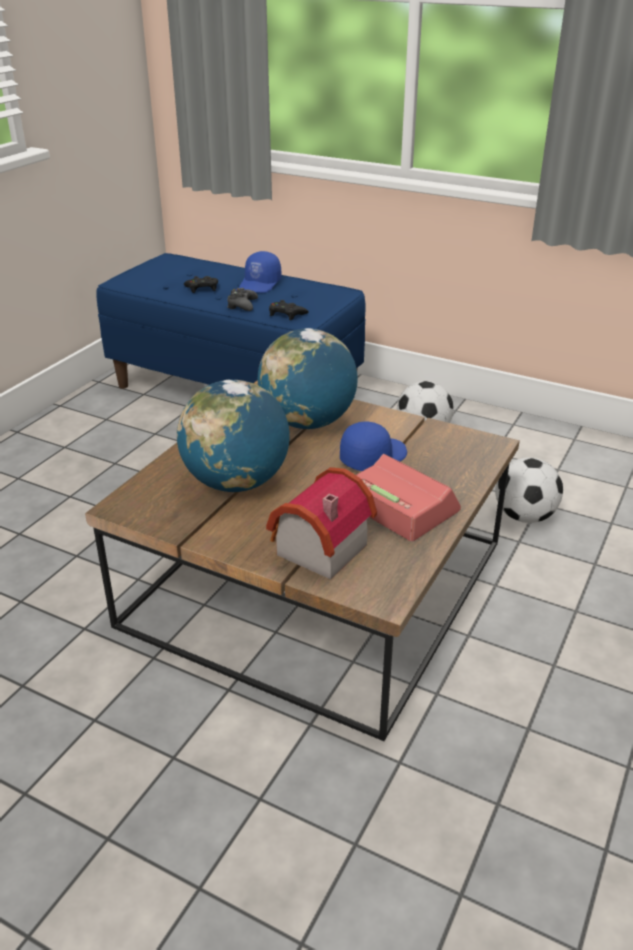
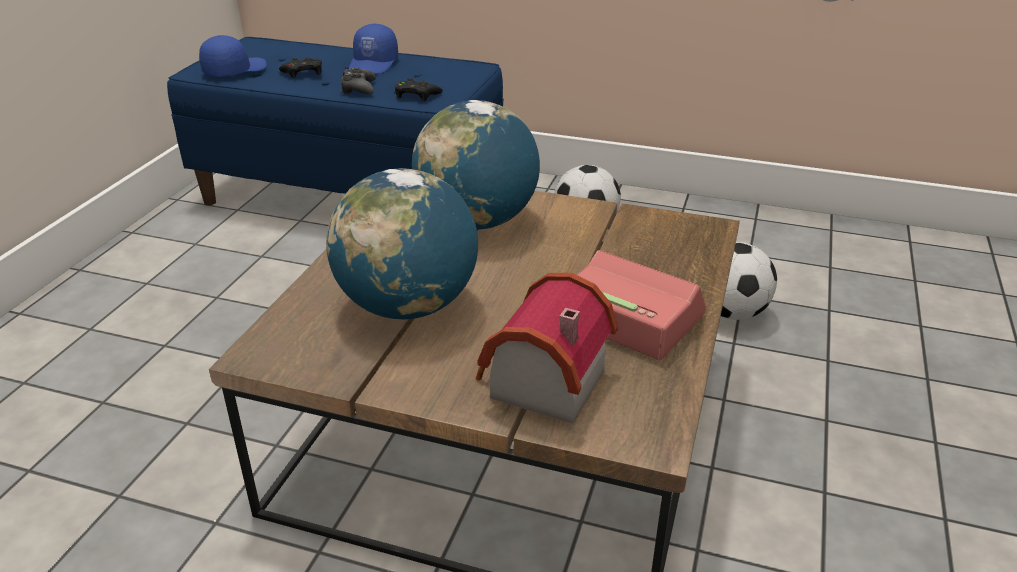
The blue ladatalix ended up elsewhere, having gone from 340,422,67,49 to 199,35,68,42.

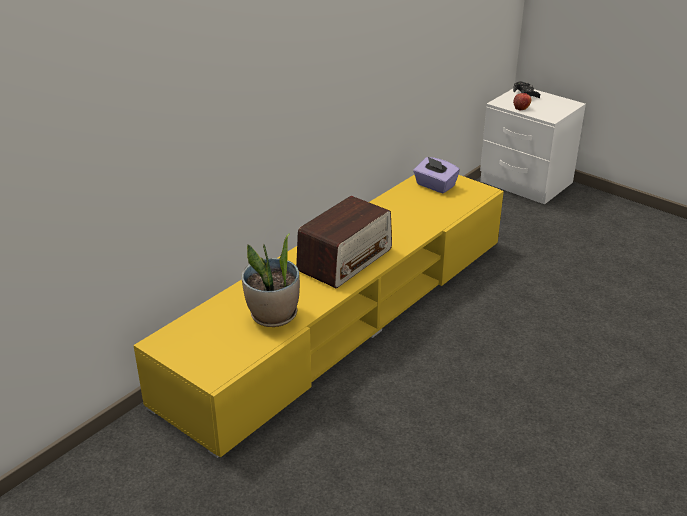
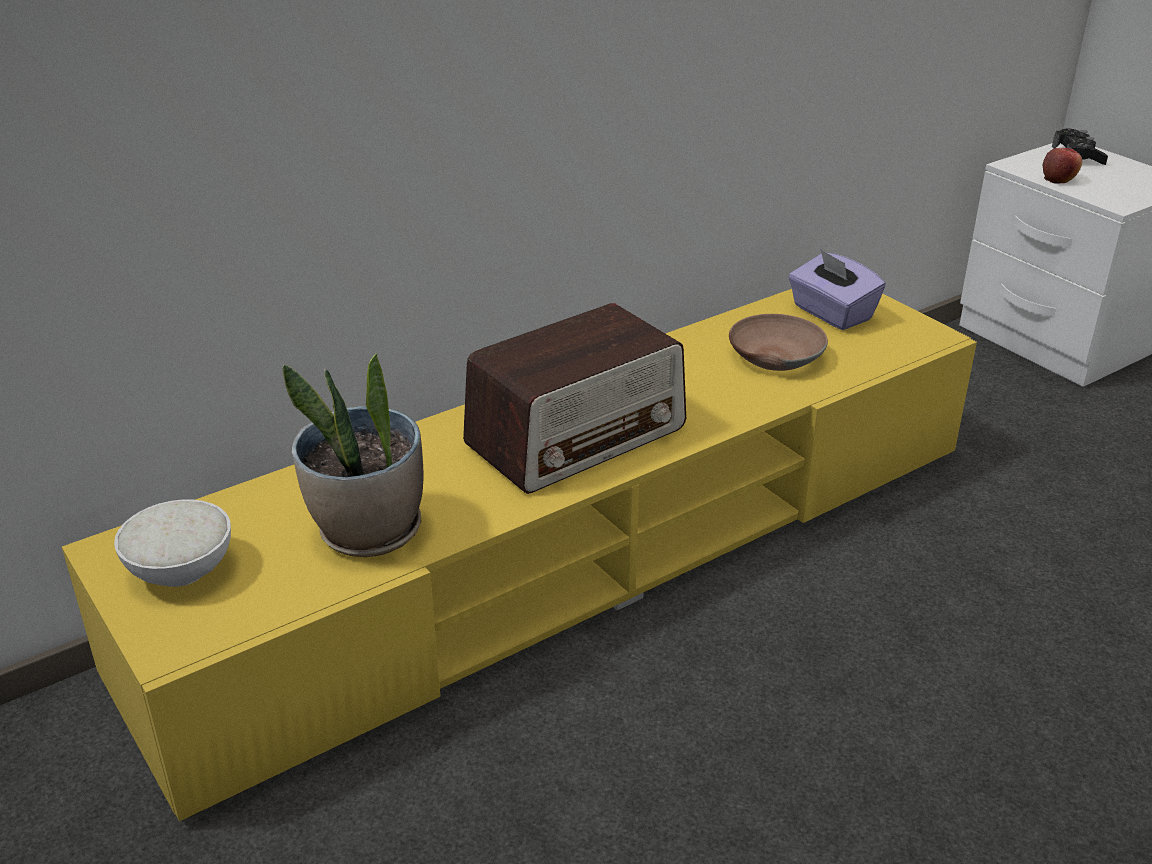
The second view gained the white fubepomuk at 114,500,117,87.
The second view gained the brown fubepomuk at 729,314,99,57.

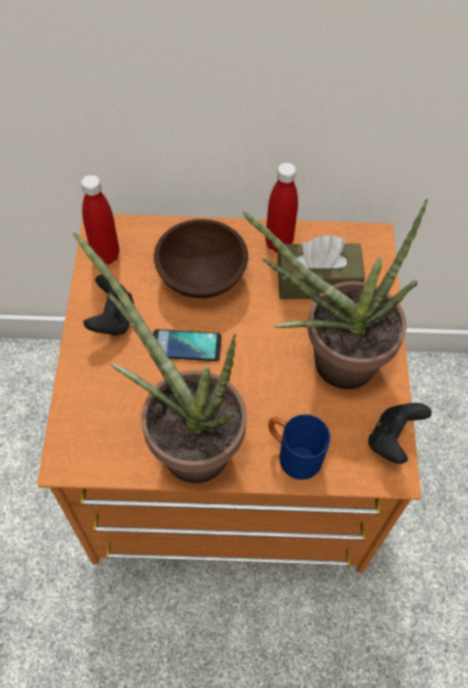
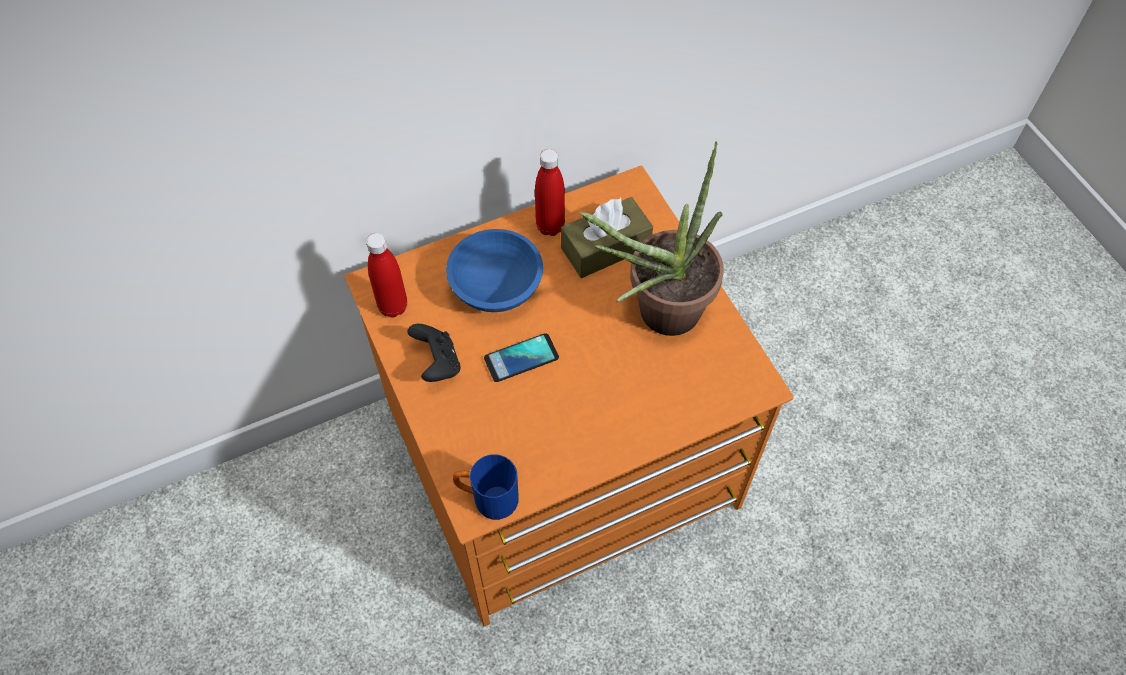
The second view lost the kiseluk at 73,232,174,251.
The second view lost the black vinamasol at 368,403,64,61.
The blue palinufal ended up elsewhere, having gone from 268,414,63,66 to 453,455,66,65.
What was the brown fubepomuk at 154,219,94,79 turned into the blue fubepomuk at 446,229,97,83.

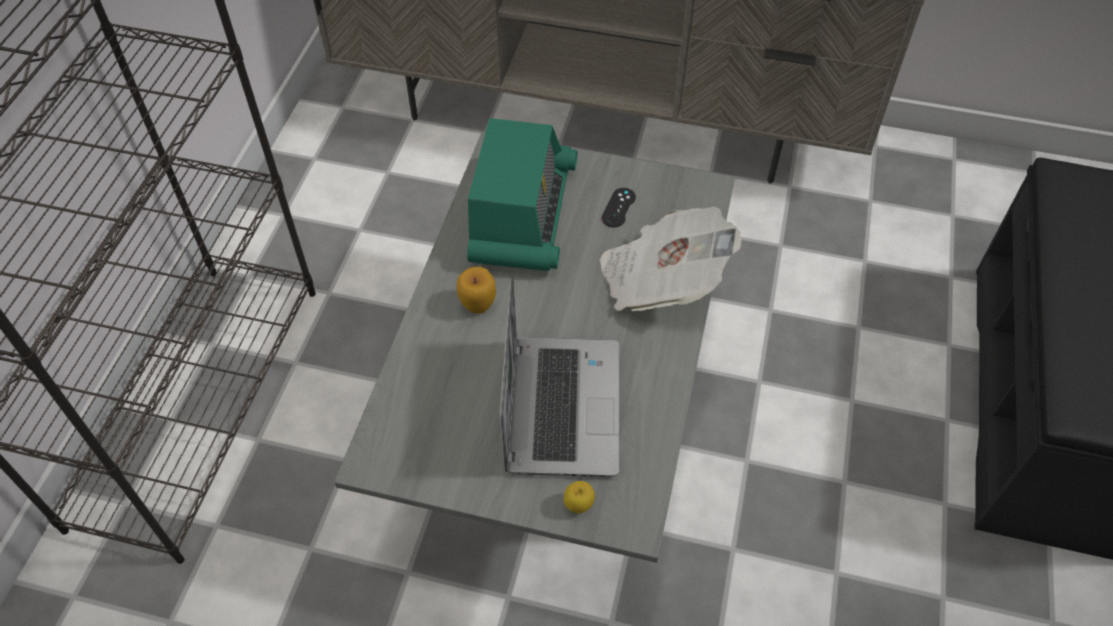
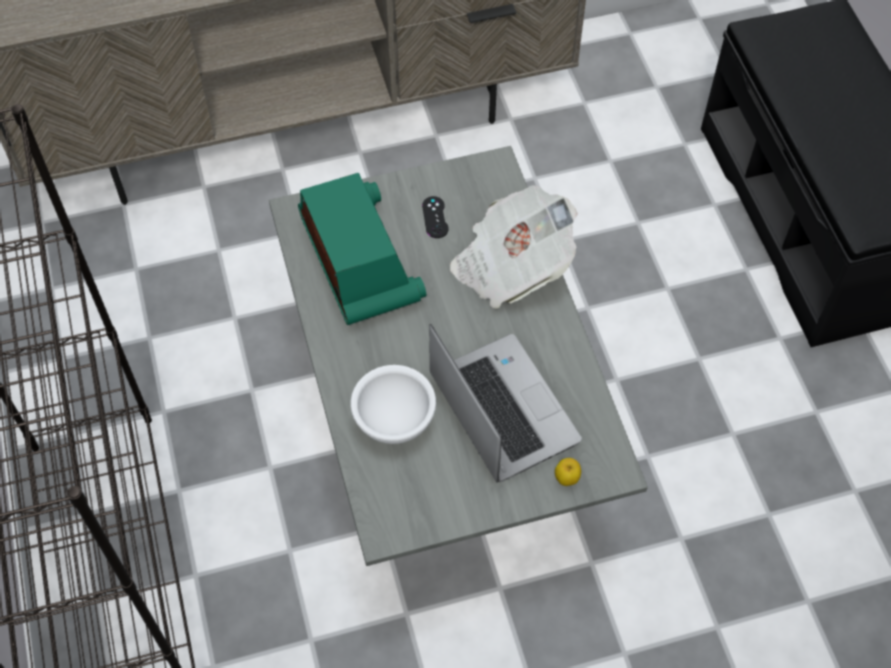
The second view lost the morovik at 457,267,39,47.
The second view gained the white fubepomuk at 351,365,85,79.

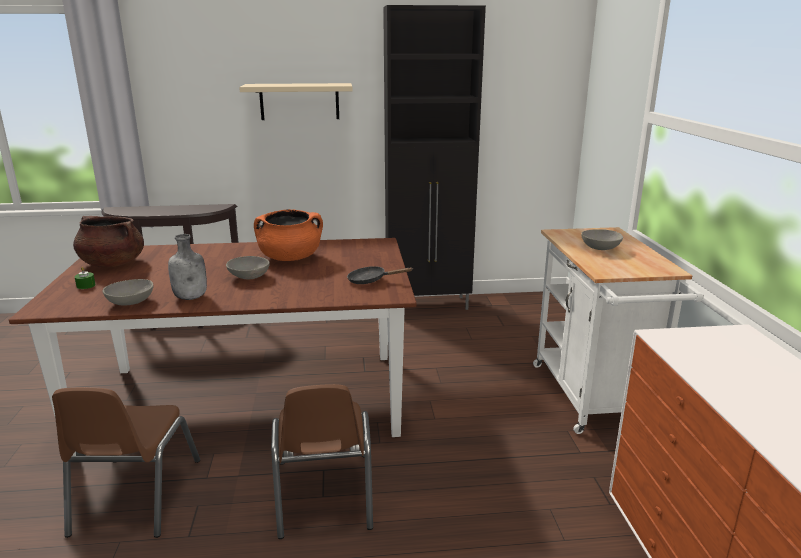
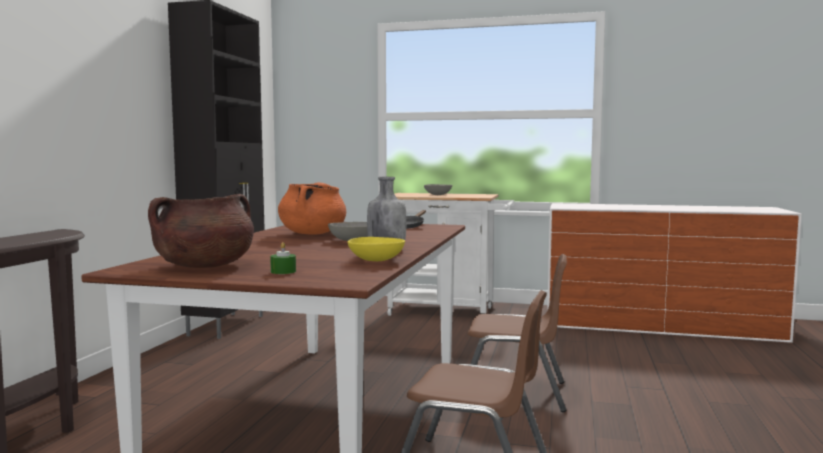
The second view lost the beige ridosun at 239,83,114,37.
What was the grey fubepomuk at 102,279,52,26 turned into the yellow fubepomuk at 348,237,57,24.

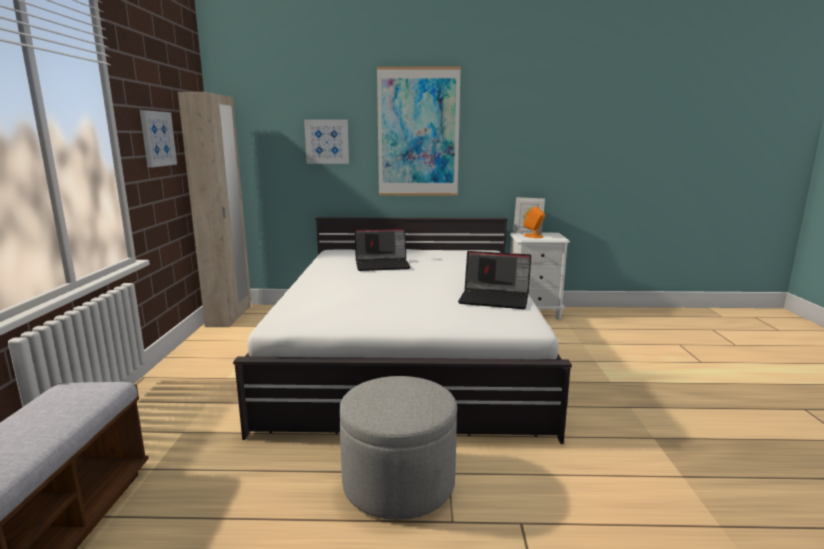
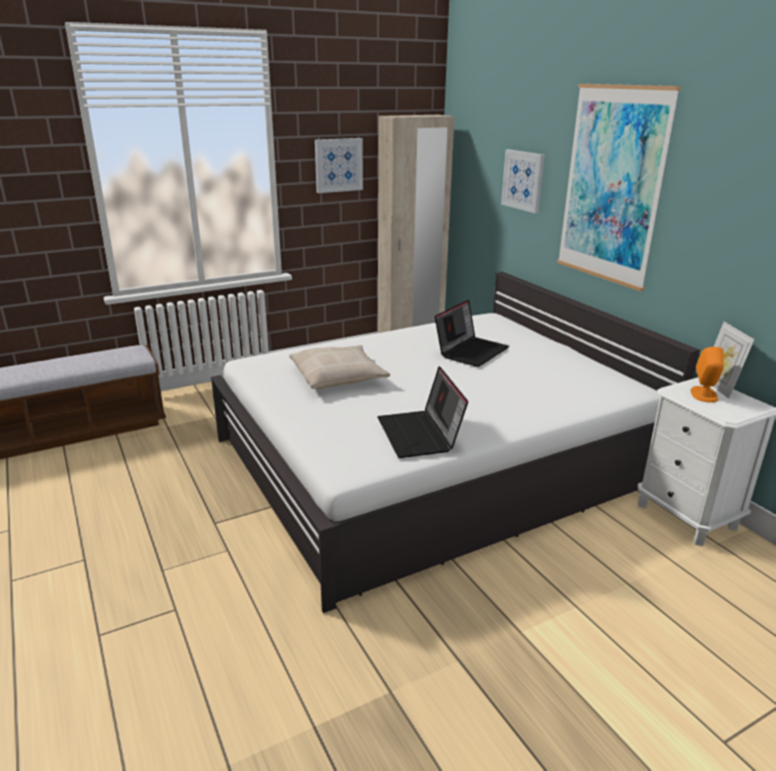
The second view lost the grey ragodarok at 339,376,118,144.
The second view gained the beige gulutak at 289,345,101,44.
The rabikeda at 355,228,56,43 ended up facing another way, 105 degrees counterclockwise from before.

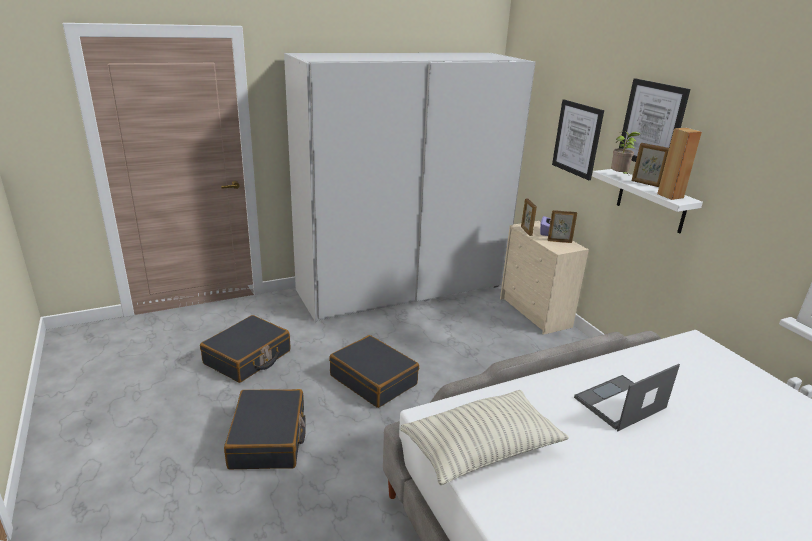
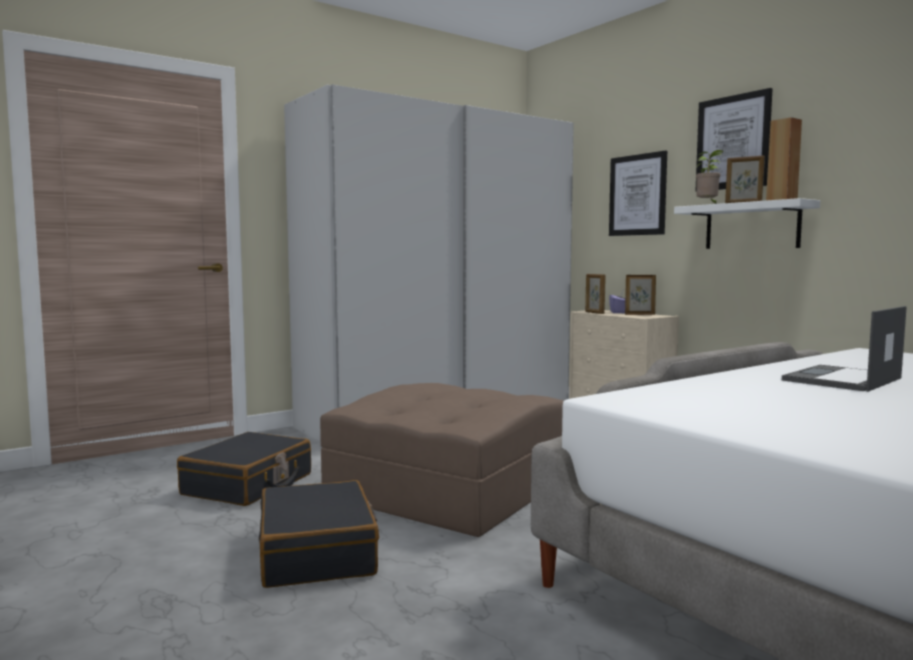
The second view lost the gulutak at 400,390,169,95.
Where the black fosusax stood at 329,335,90,73, the brown ragodarok came to stand at 320,383,244,154.

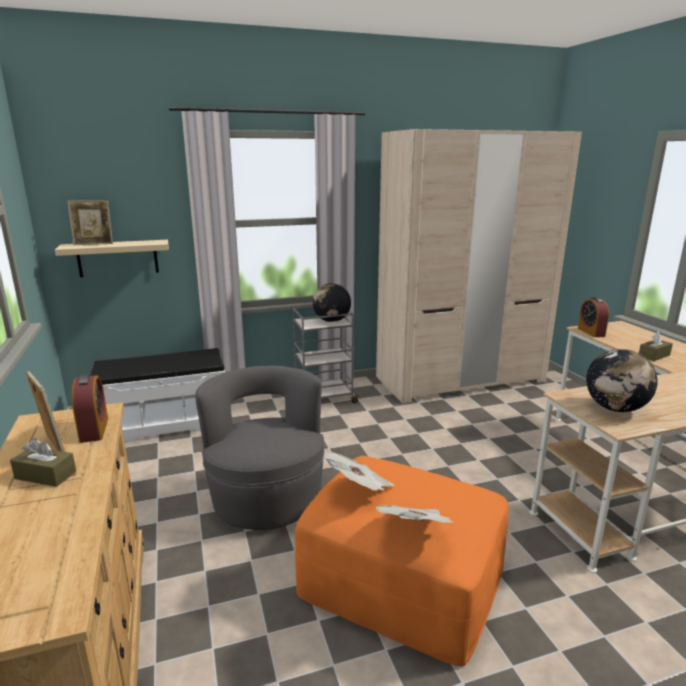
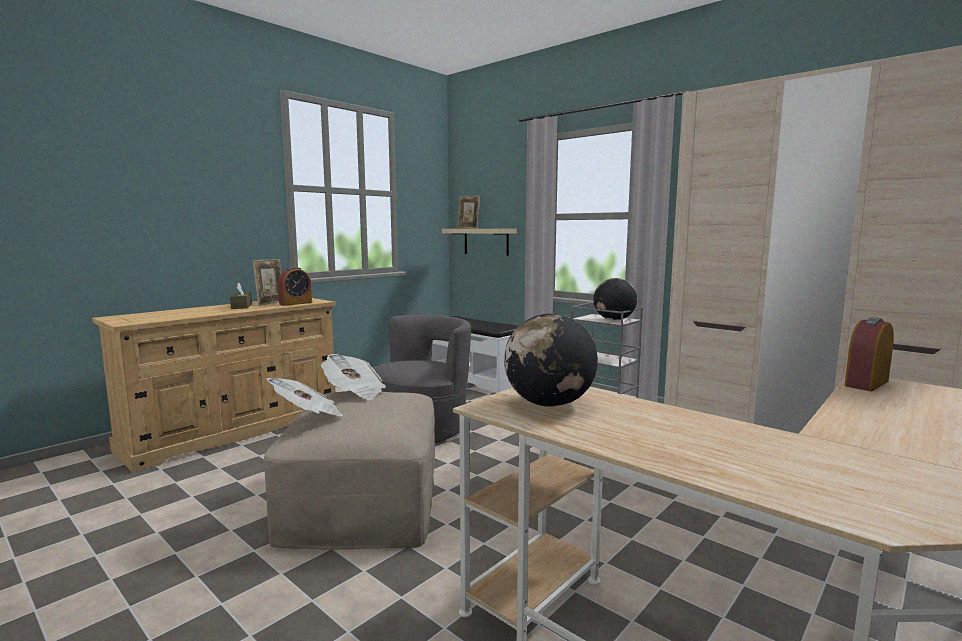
The second view lost the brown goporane at 639,331,34,30.
What was the orange ragodarok at 295,456,214,210 turned into the beige ragodarok at 264,391,171,159.

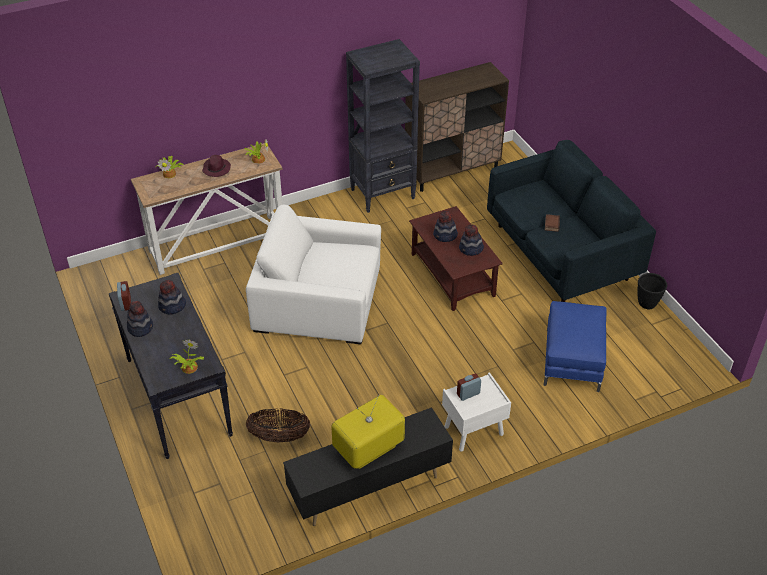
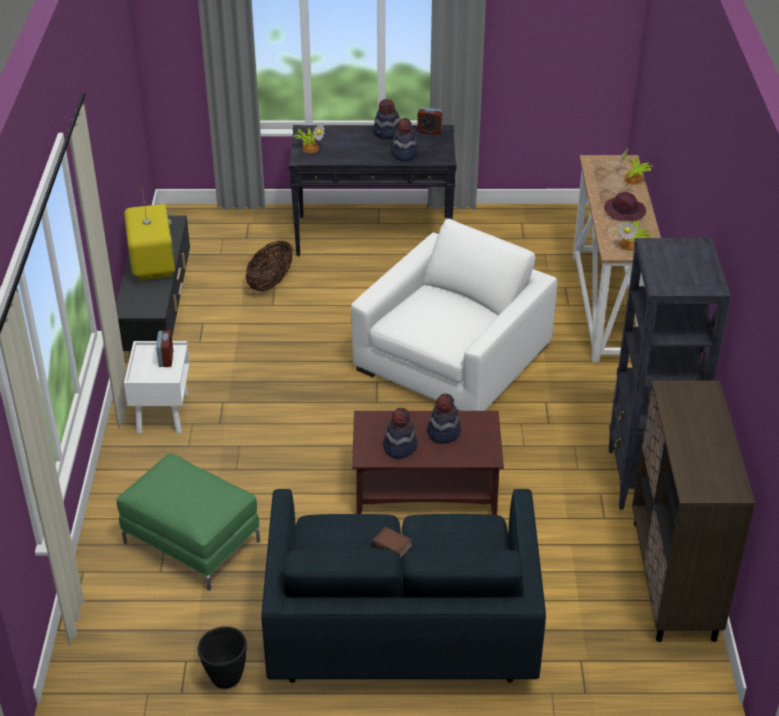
What was the blue ragodarok at 543,301,64,91 turned into the green ragodarok at 117,453,143,138.

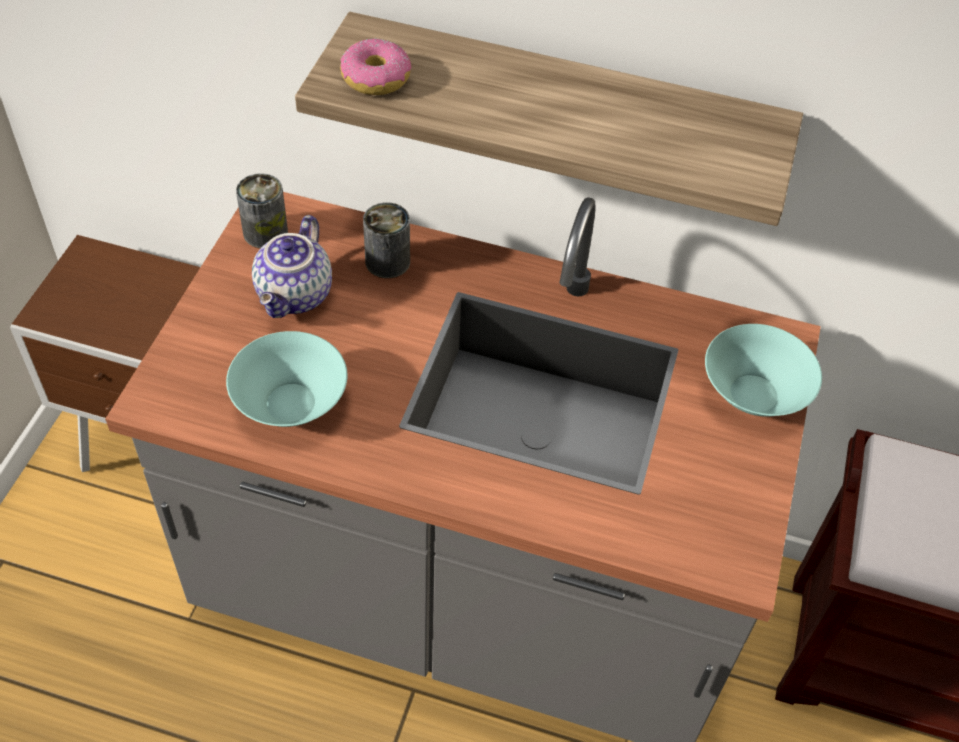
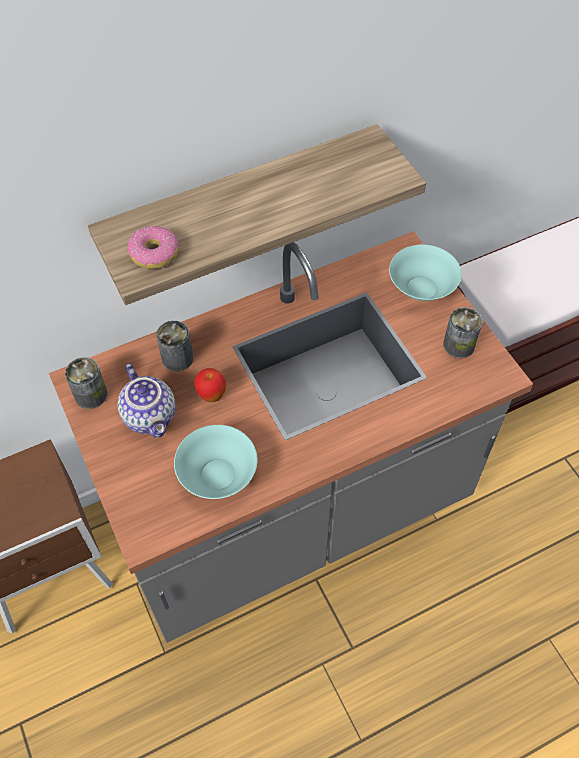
The second view gained the morovik at 195,368,31,34.
The second view gained the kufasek at 443,307,39,51.

